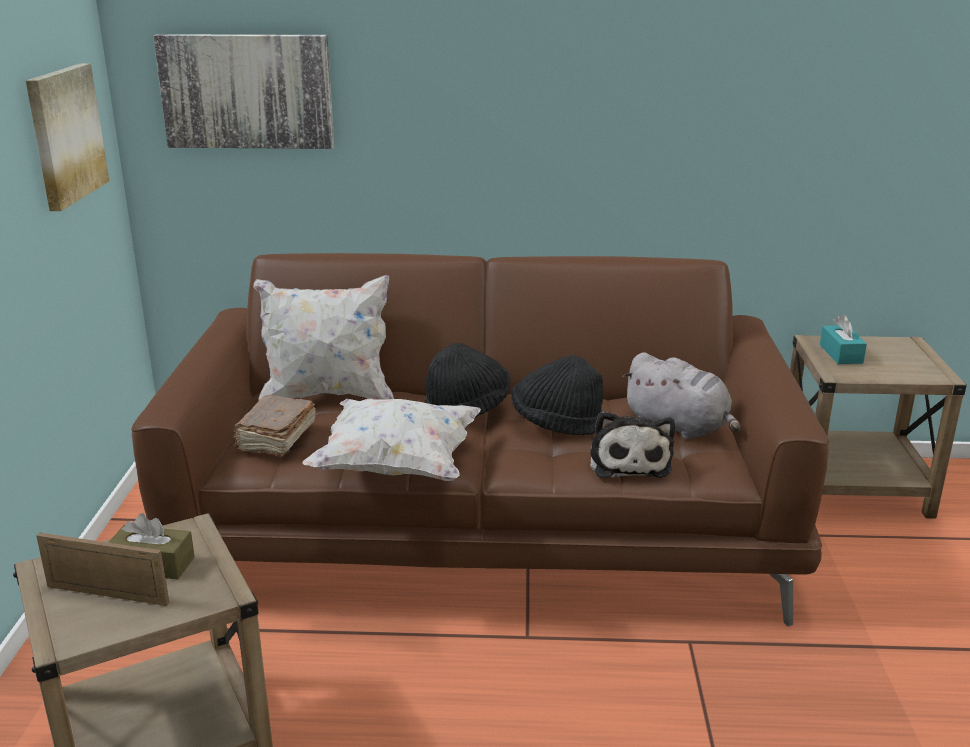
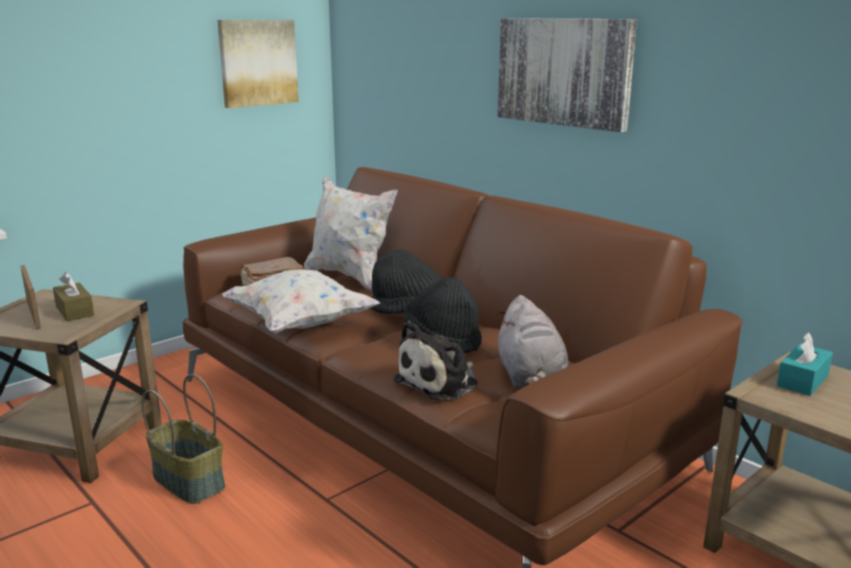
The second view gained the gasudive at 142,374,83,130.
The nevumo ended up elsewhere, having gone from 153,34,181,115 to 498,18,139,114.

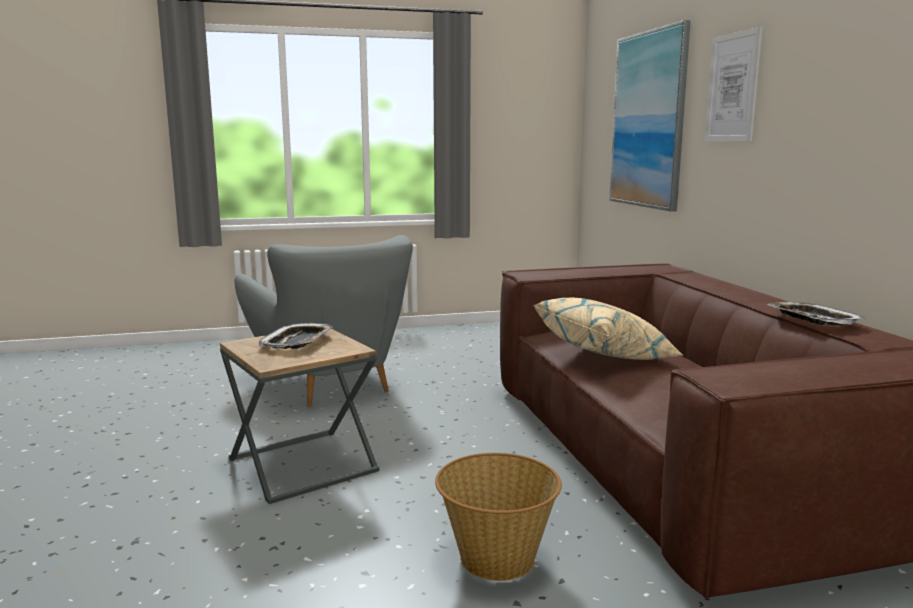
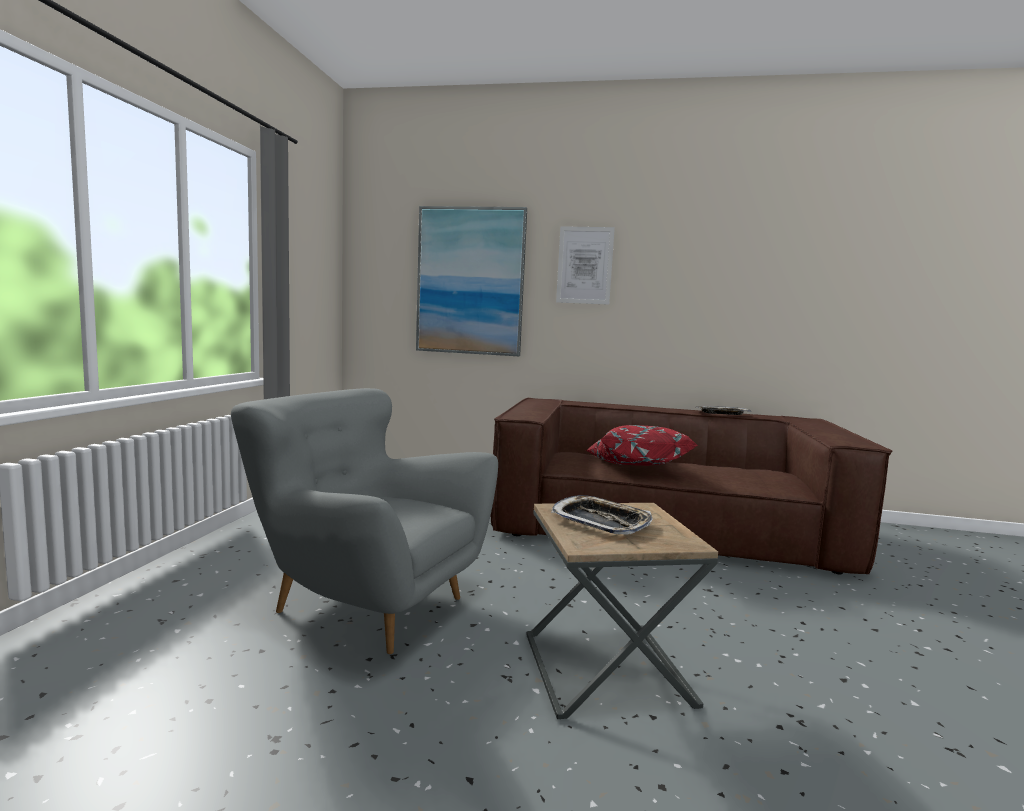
The second view lost the gasudive at 435,453,127,128.
What was the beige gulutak at 534,298,150,62 turned into the red gulutak at 586,425,112,41.
The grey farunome at 235,235,178,172 ended up facing another way, 150 degrees counterclockwise from before.

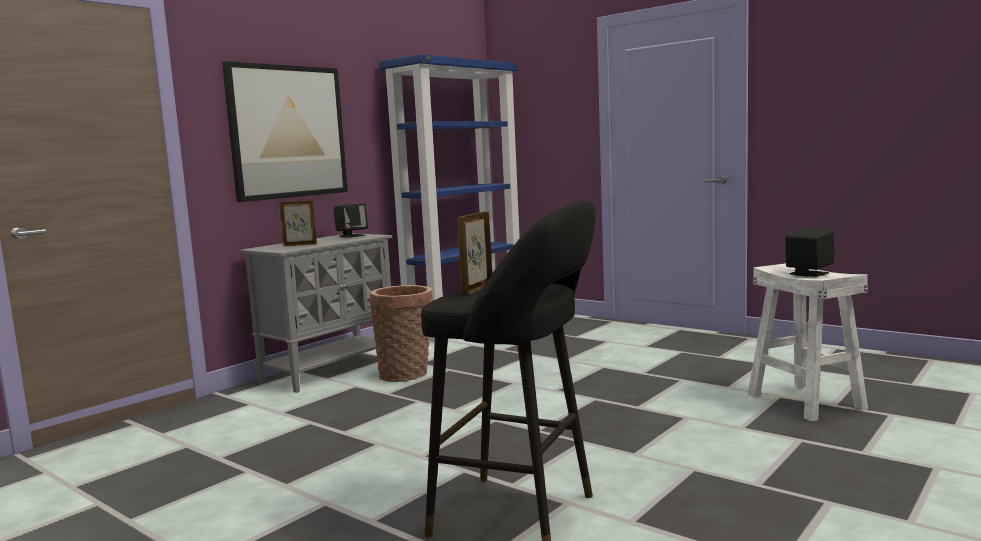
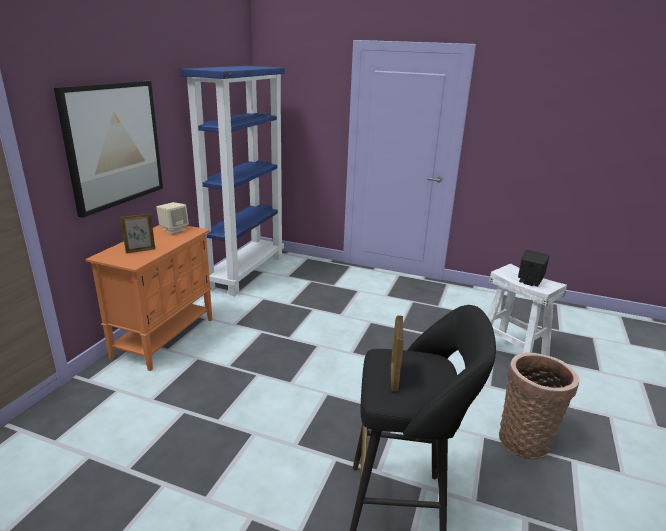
The gasudive ended up elsewhere, having gone from 370,285,63,97 to 499,353,81,106.
What was the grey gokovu at 239,233,153,160 turned into the orange gokovu at 85,225,127,146.
What was the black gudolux at 333,203,35,35 turned into the beige gudolux at 156,202,33,32.

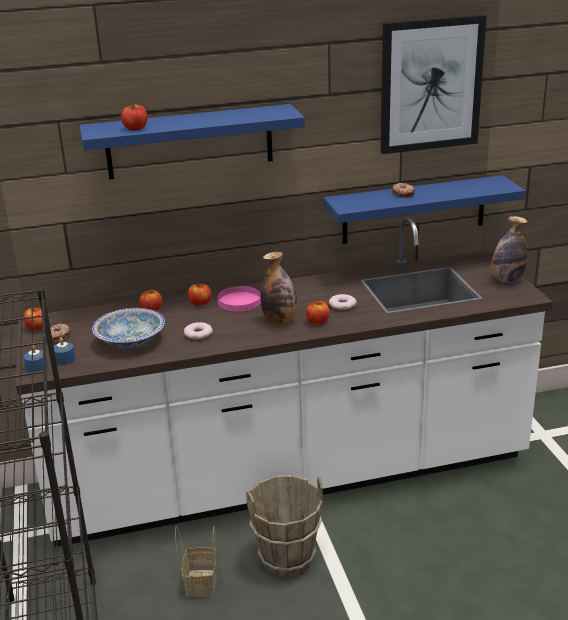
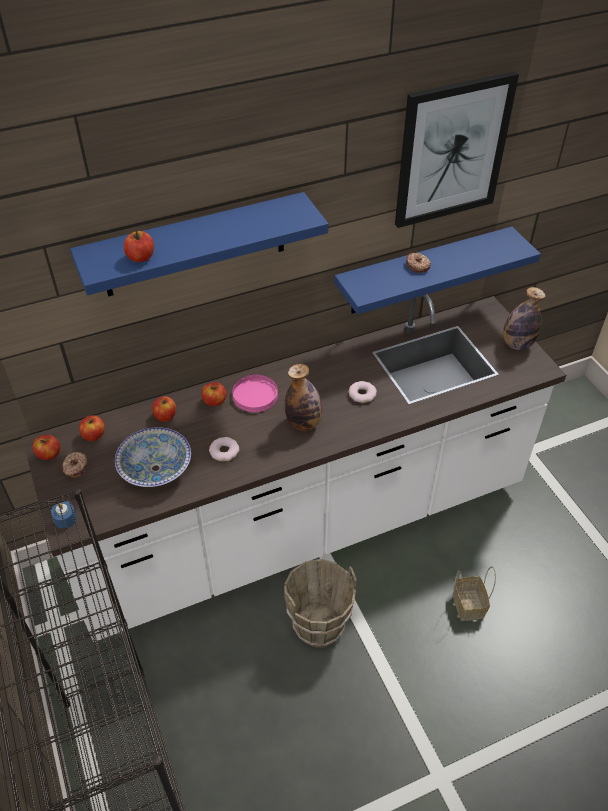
The second view lost the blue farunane at 54,337,21,28.
The gasudive ended up elsewhere, having gone from 175,526,41,71 to 453,566,43,55.
The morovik ended up elsewhere, having gone from 306,301,24,24 to 79,415,26,26.

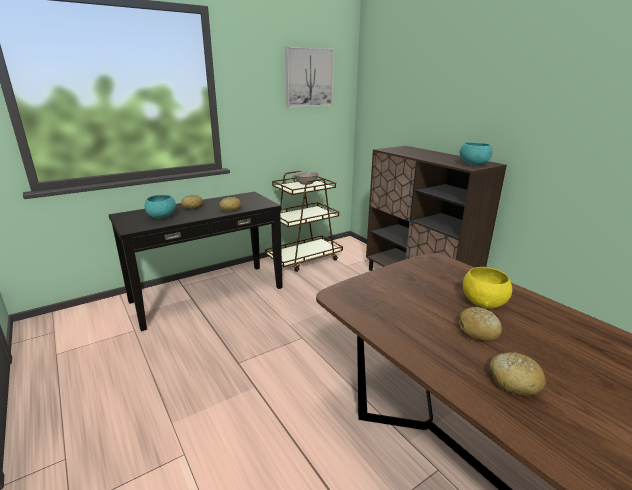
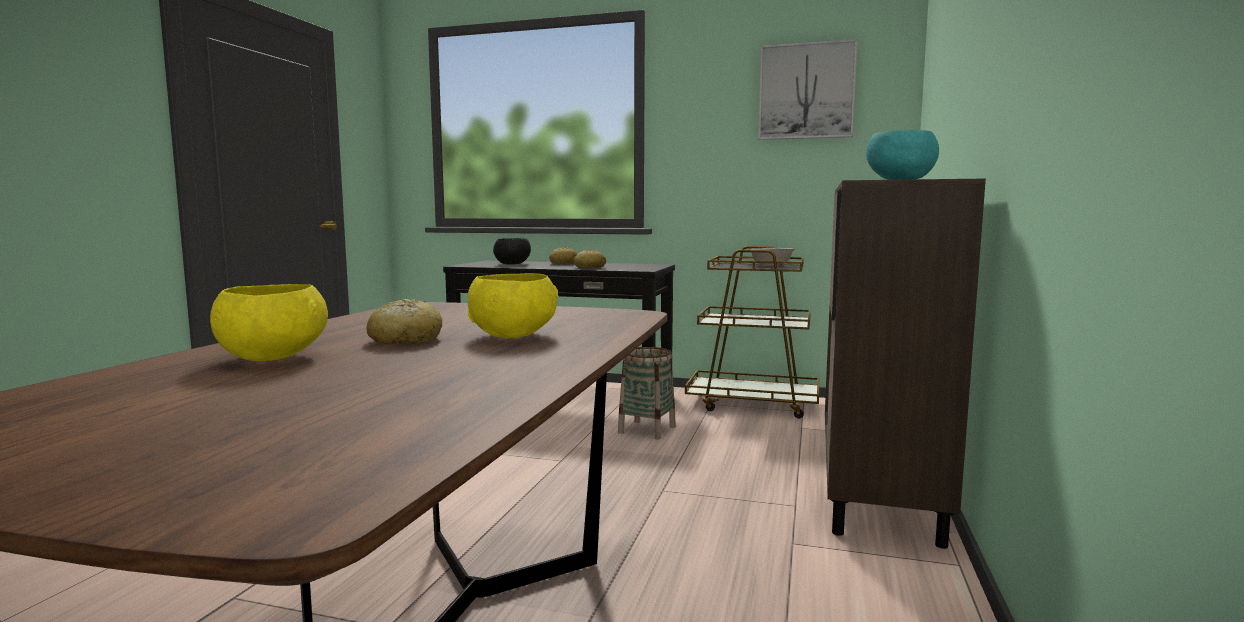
The second view gained the gasudive at 618,347,58,92.
Where the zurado stood at 489,352,57,43, the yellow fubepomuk came to stand at 210,284,118,77.
What was the turquoise fubepomuk at 144,195,32,24 turned into the black fubepomuk at 493,238,38,26.

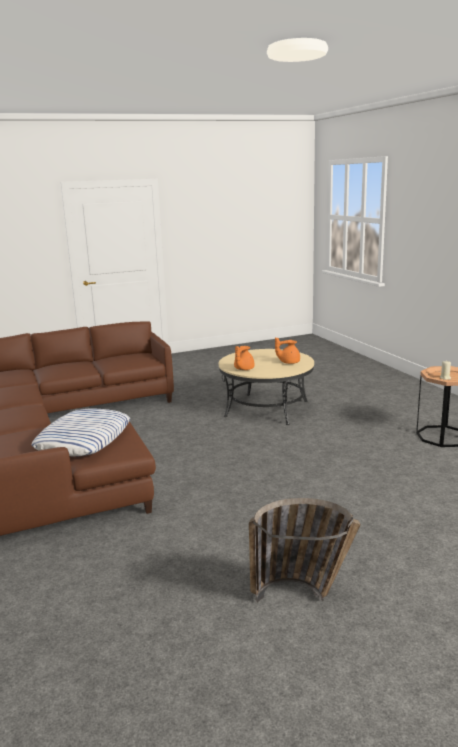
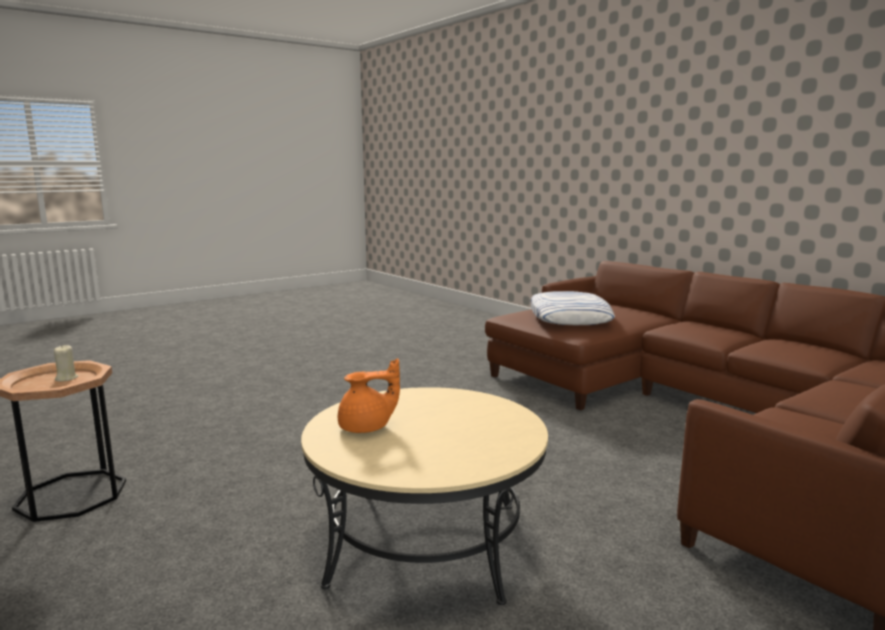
The second view lost the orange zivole at 234,346,21,24.
The second view lost the gasudive at 249,498,112,105.

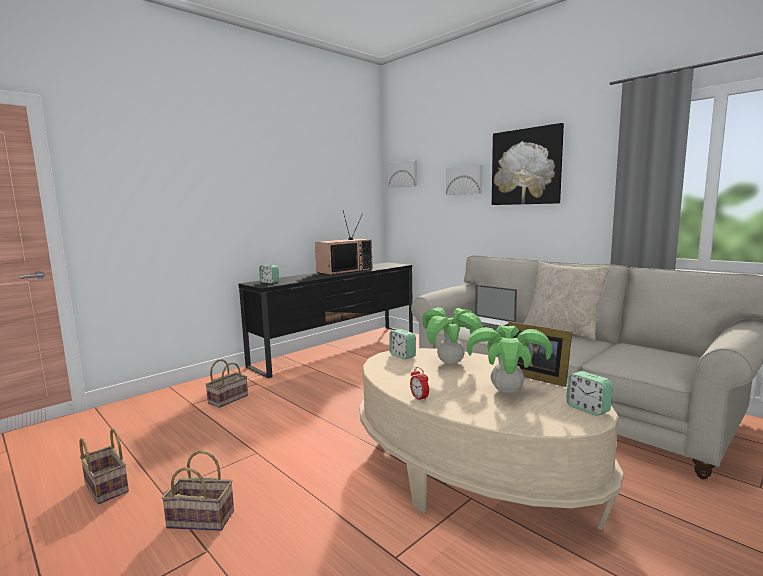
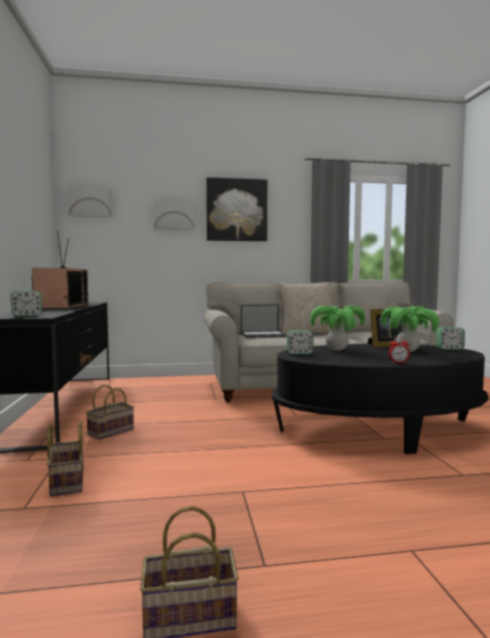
The gasudive ended up elsewhere, having gone from 162,450,72,81 to 86,385,48,55.
What was the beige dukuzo at 359,348,265,182 turned into the black dukuzo at 272,344,217,110.

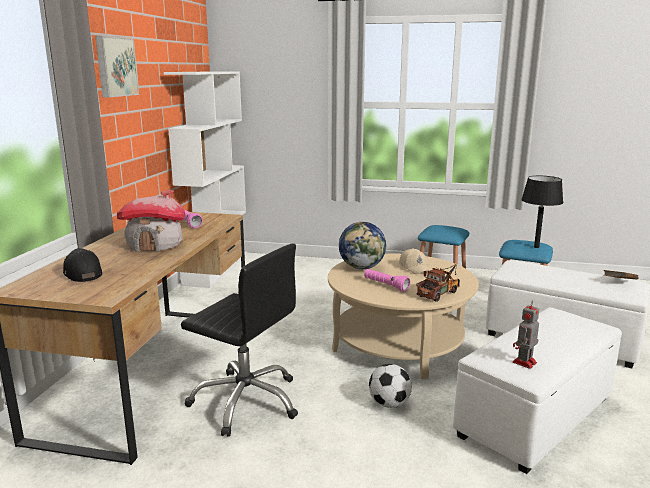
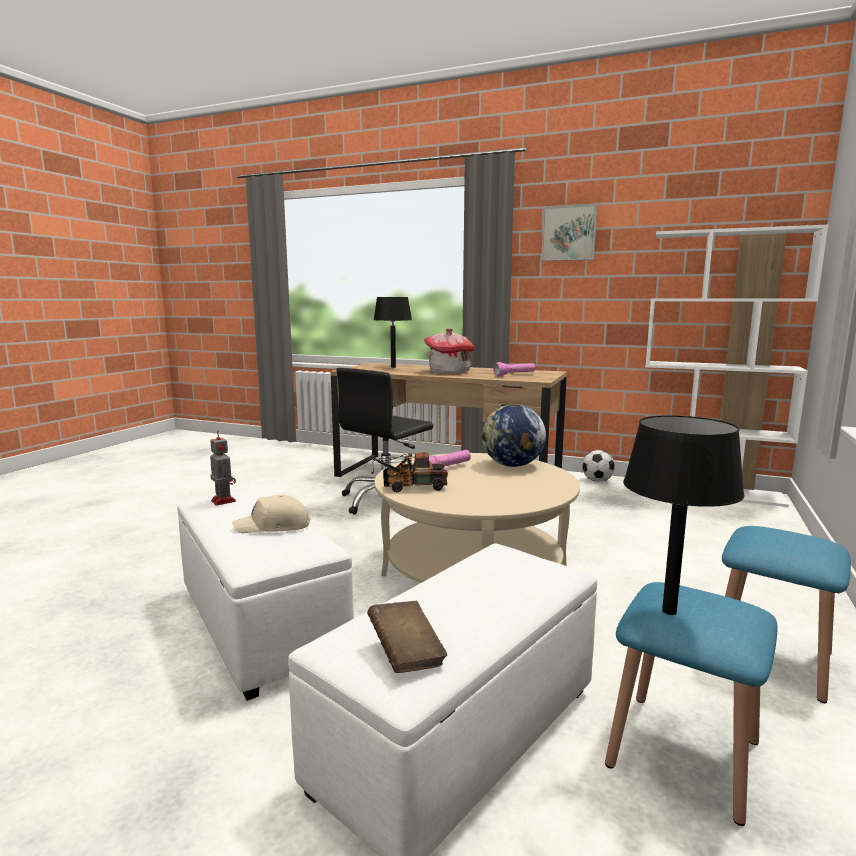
The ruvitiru ended up elsewhere, having gone from 369,364,43,44 to 582,450,33,32.
The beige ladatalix ended up elsewhere, having gone from 399,248,30,26 to 232,495,78,39.
Where the black ladatalix stood at 63,248,39,34, the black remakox came to stand at 374,297,38,71.
The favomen at 416,264,44,38 ended up facing another way, 120 degrees clockwise from before.

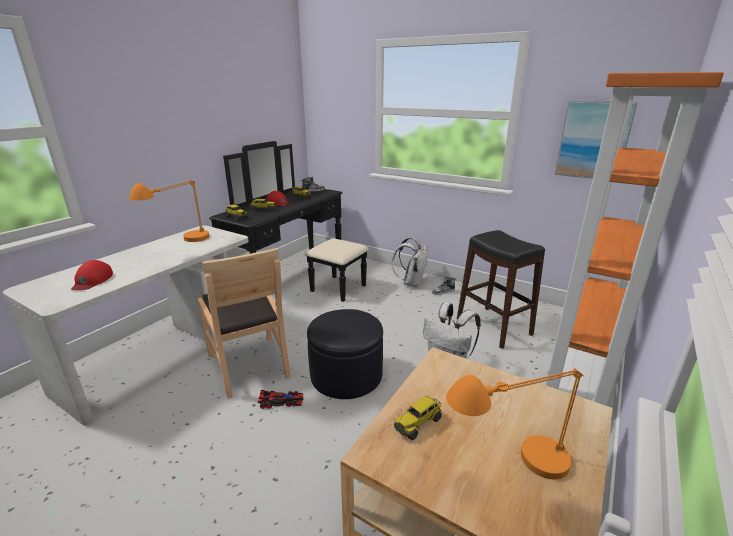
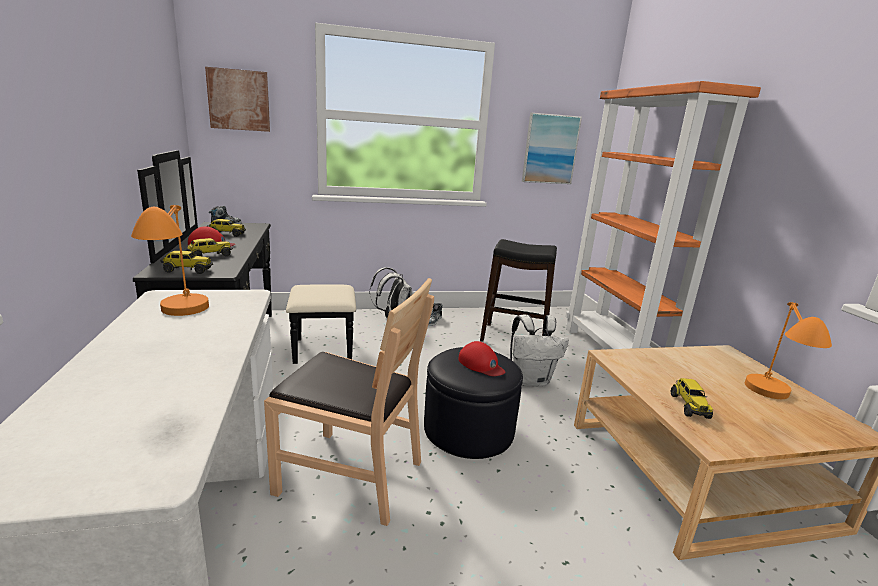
The second view lost the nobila at 257,390,46,19.
The second view gained the nevumo at 205,67,65,65.
The red ladatalix ended up elsewhere, having gone from 71,260,42,30 to 458,341,48,35.

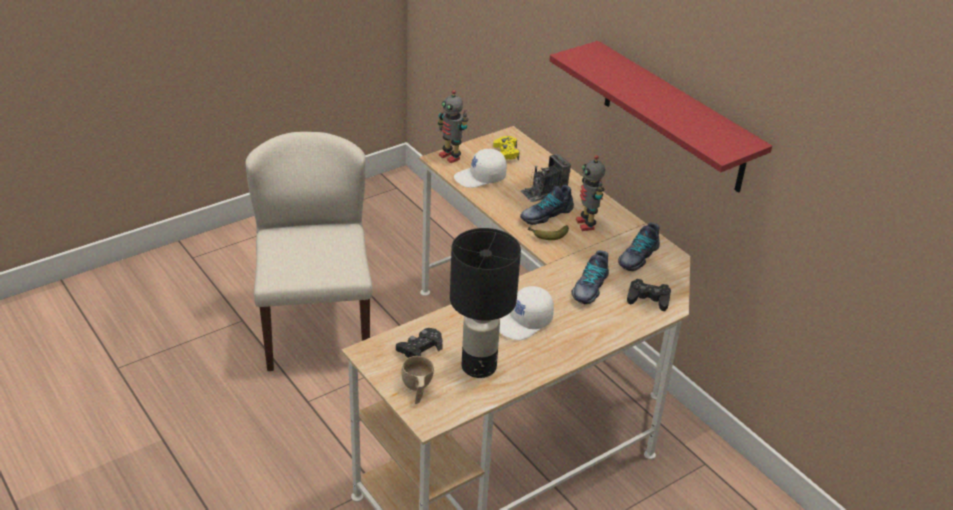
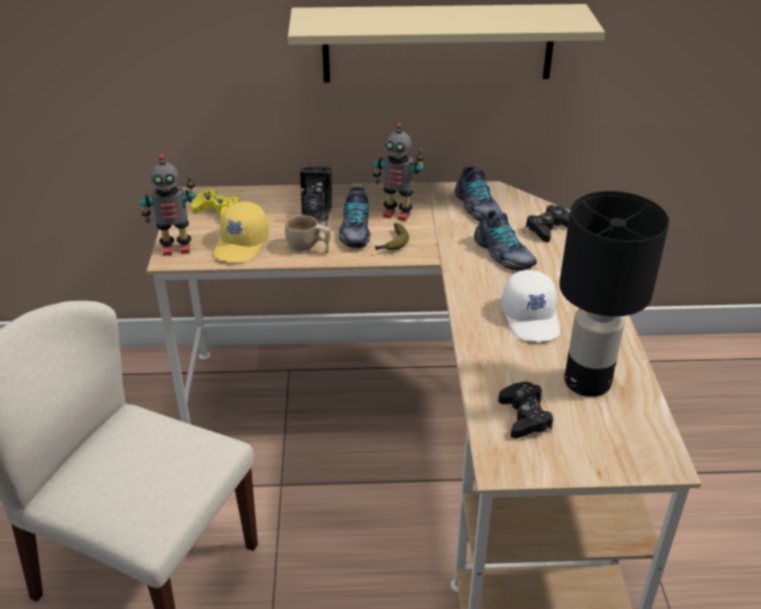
The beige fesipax ended up elsewhere, having gone from 401,356,33,48 to 285,215,45,38.
What was the white ladatalix at 454,149,53,39 turned into the yellow ladatalix at 213,202,56,60.
What was the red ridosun at 549,41,223,152 turned into the beige ridosun at 288,4,317,78.

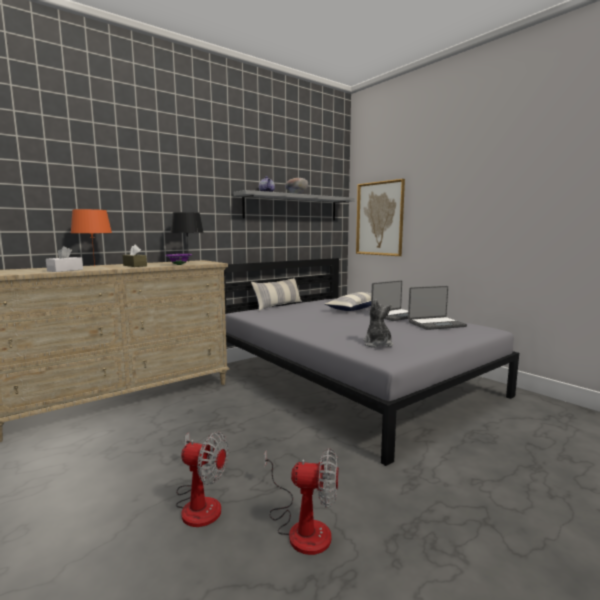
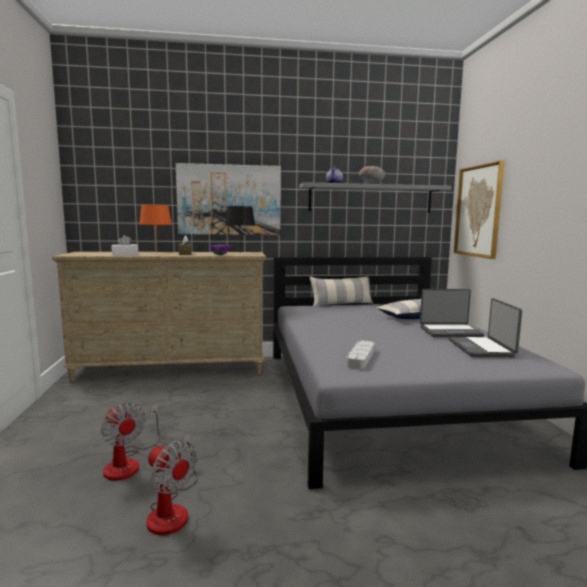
The second view gained the nevumo at 176,163,105,72.
Where the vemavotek stood at 363,299,30,49, the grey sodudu came to stand at 346,341,29,28.
The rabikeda at 408,286,59,44 ended up facing another way, 75 degrees clockwise from before.

